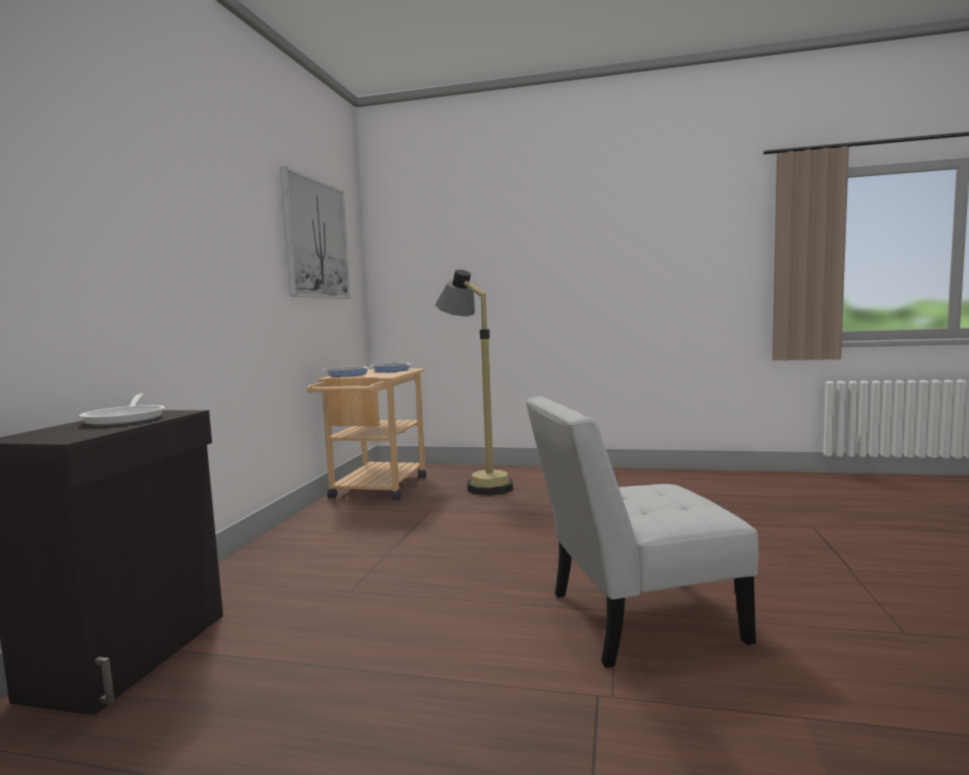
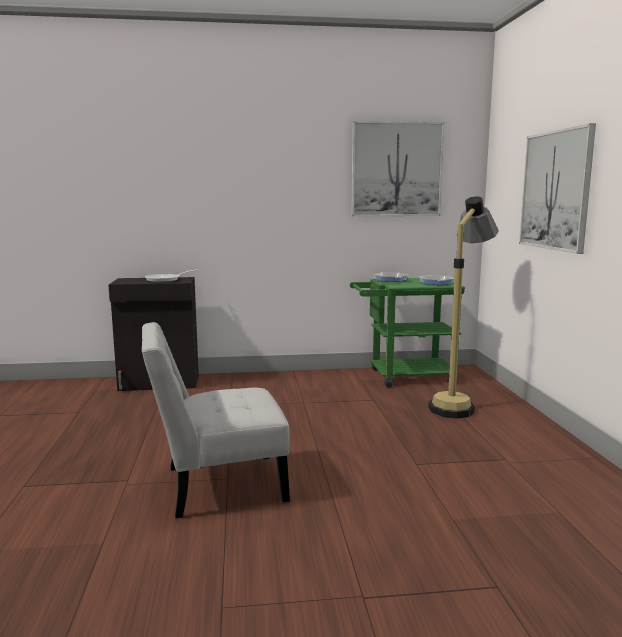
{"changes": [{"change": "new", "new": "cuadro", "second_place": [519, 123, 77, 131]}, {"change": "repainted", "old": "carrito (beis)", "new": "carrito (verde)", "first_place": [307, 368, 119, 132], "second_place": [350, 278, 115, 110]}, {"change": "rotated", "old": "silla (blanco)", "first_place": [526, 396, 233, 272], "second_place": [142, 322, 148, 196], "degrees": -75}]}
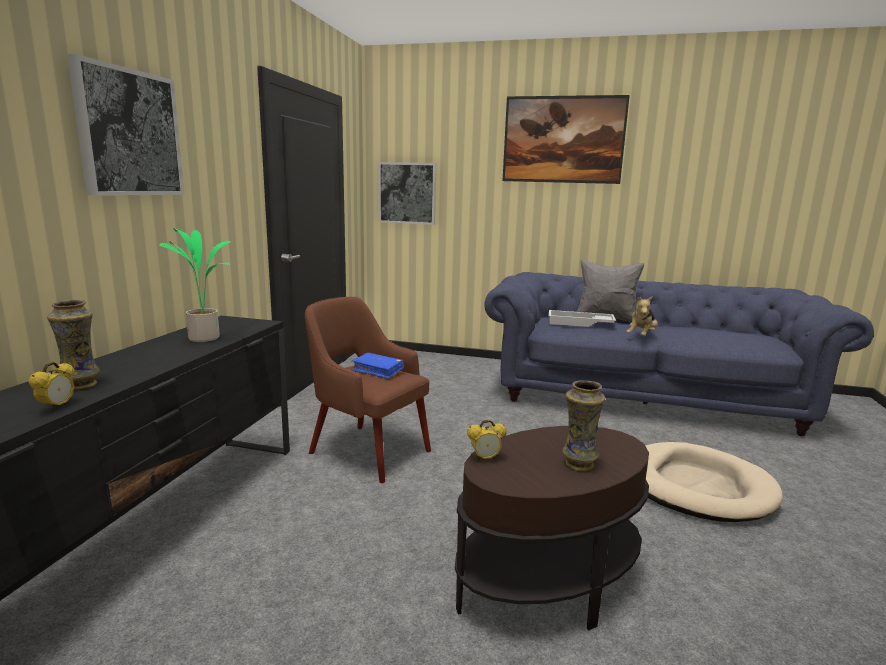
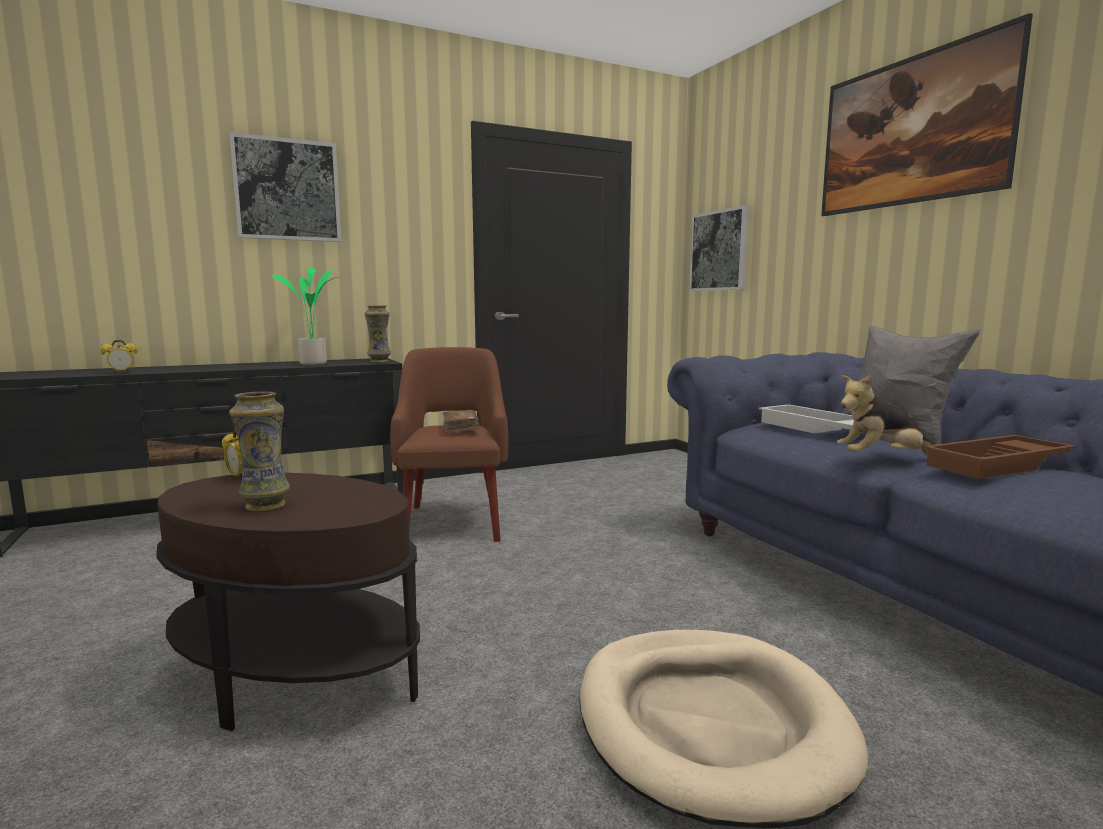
{"changes": [{"change": "new", "new": "bandeja (marrón)", "second_place": [924, 435, 152, 44]}, {"change": "shifted", "old": "florero", "first_place": [47, 300, 53, 90], "second_place": [364, 305, 27, 58]}, {"change": "repainted", "old": "libro (azul)", "new": "libro (marrón)", "first_place": [351, 353, 53, 26], "second_place": [442, 410, 38, 24]}]}
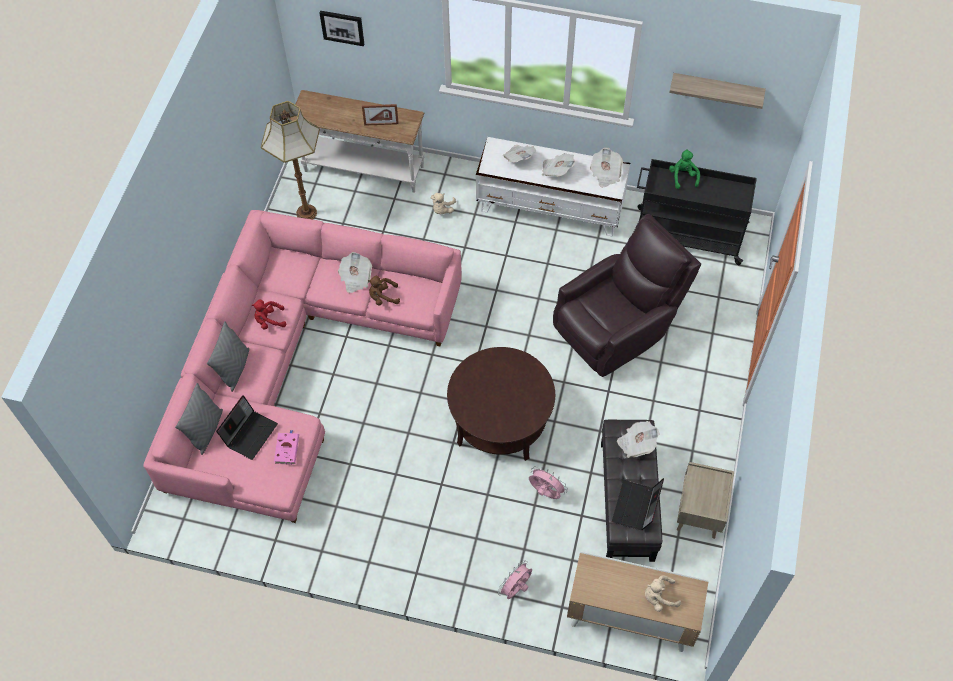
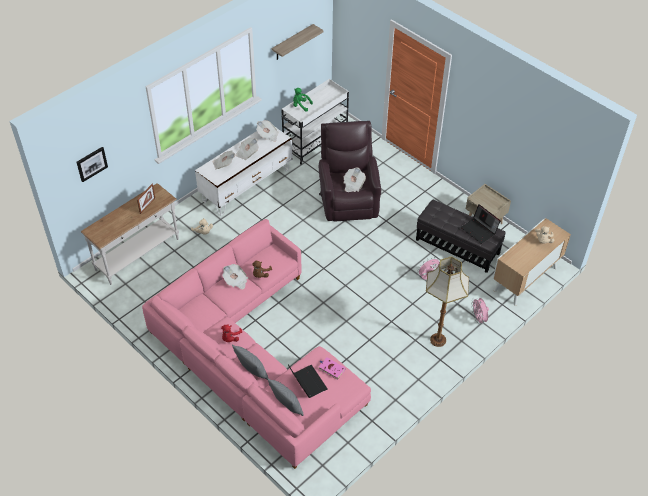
{"changes": [{"change": "gone", "old": "mesa de centro (marrón)", "first_place": [447, 347, 108, 114]}, {"change": "shifted", "old": "lámpara de pie", "first_place": [261, 101, 59, 118], "second_place": [426, 257, 43, 90]}, {"change": "shifted", "old": "periódico", "first_place": [617, 421, 43, 37], "second_place": [343, 167, 23, 25]}, {"change": "repainted", "old": "carrito (negro)", "new": "carrito (blanco)", "first_place": [637, 159, 120, 106], "second_place": [281, 79, 68, 86]}]}
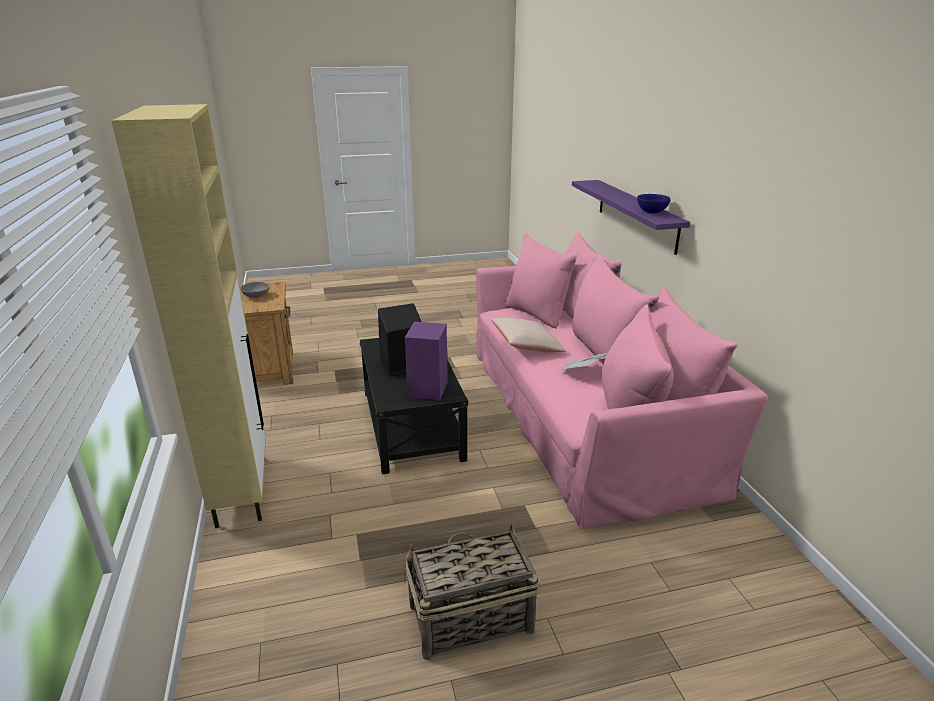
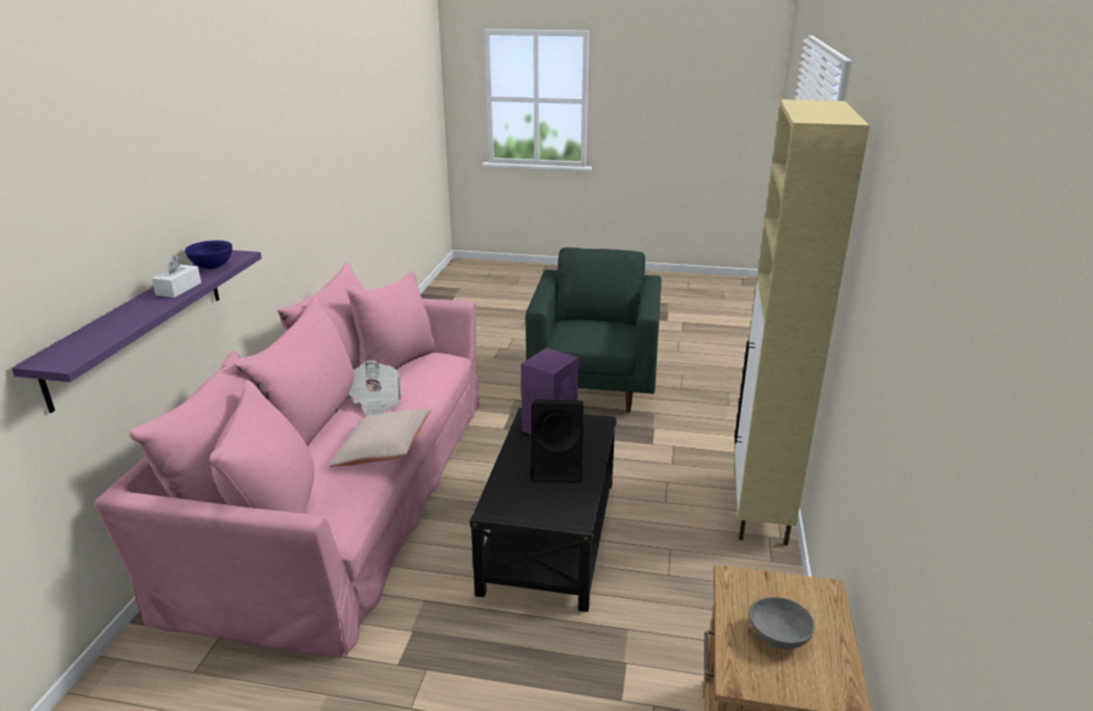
{"changes": [{"change": "new", "new": "caja de pañuelos (blanco)", "second_place": [152, 255, 49, 43]}, {"change": "swapped", "old": "cesta", "new": "sillón (verde)", "first_place": [404, 524, 136, 136], "second_place": [526, 247, 135, 166]}]}
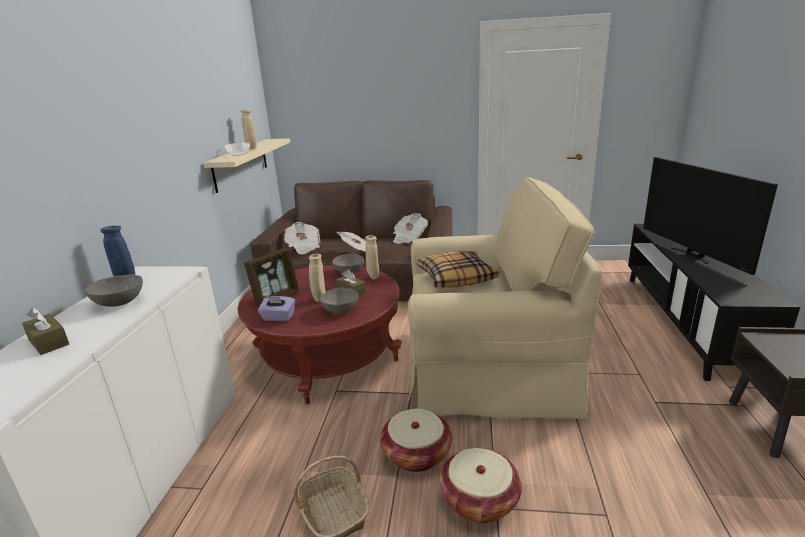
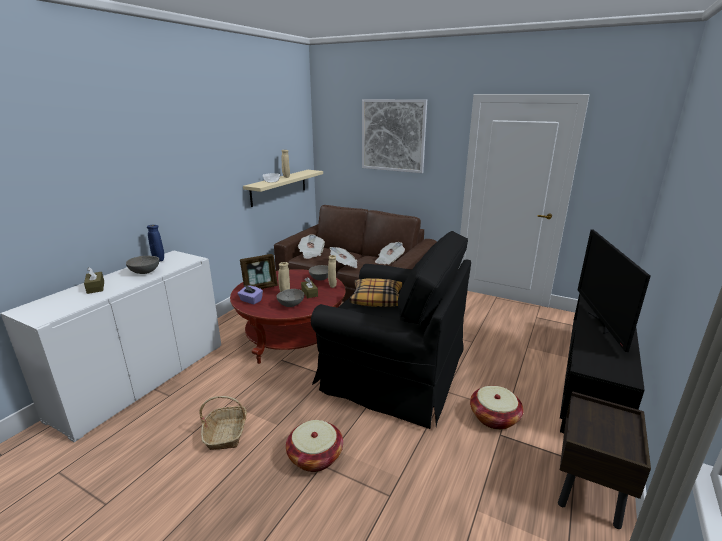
{"changes": [{"change": "new", "new": "cuadro", "second_place": [362, 99, 65, 74]}, {"change": "shifted", "old": "cesta", "first_place": [380, 409, 72, 63], "second_place": [470, 386, 54, 44]}, {"change": "repainted", "old": "sillón (beis)", "new": "sillón (negro)", "first_place": [405, 177, 197, 242], "second_place": [311, 231, 160, 198]}]}
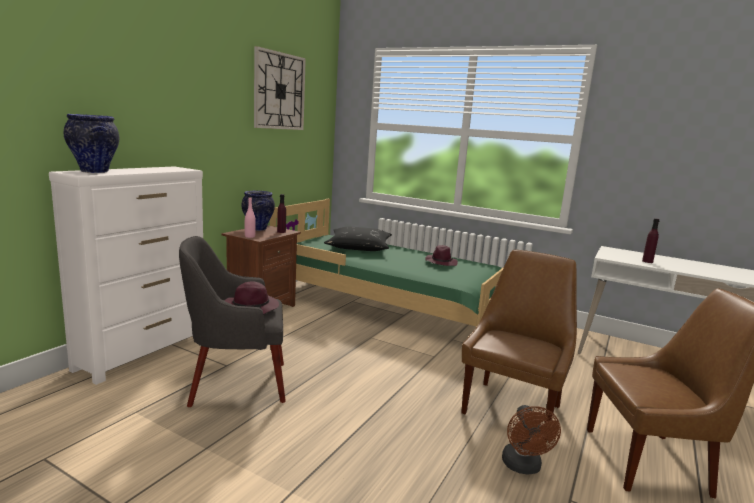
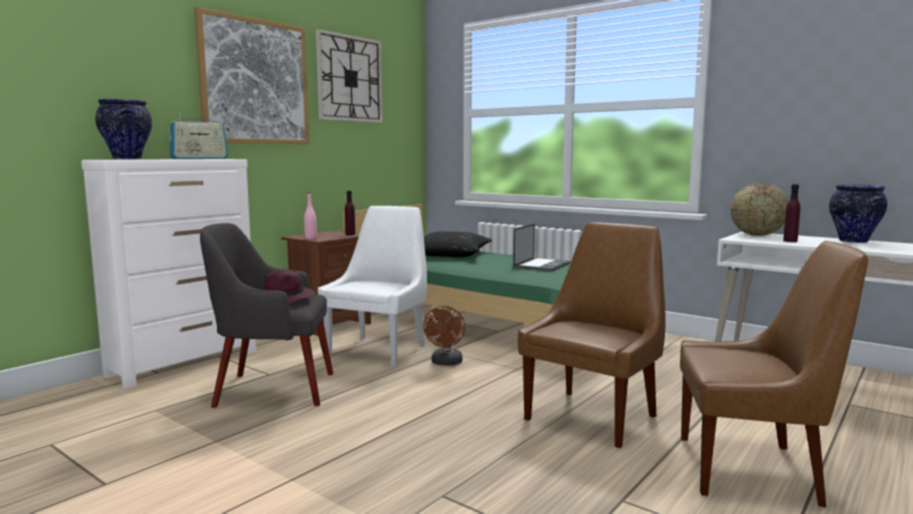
{"changes": [{"change": "new", "new": "radio", "second_place": [169, 113, 59, 46]}, {"change": "new", "new": "cuadro", "second_place": [194, 7, 115, 137]}, {"change": "new", "new": "silla (blanco)", "second_place": [318, 206, 109, 160]}, {"change": "new", "new": "globo terráqueo", "second_place": [730, 182, 59, 54]}, {"change": "shifted", "old": "florero", "first_place": [241, 191, 34, 40], "second_place": [829, 184, 58, 59]}, {"change": "shifted", "old": "ventilador (marrón)", "first_place": [502, 405, 59, 69], "second_place": [423, 306, 42, 60]}, {"change": "swapped", "old": "sombrero (morado)", "new": "portátil", "first_place": [425, 245, 33, 21], "second_place": [513, 224, 57, 48]}]}
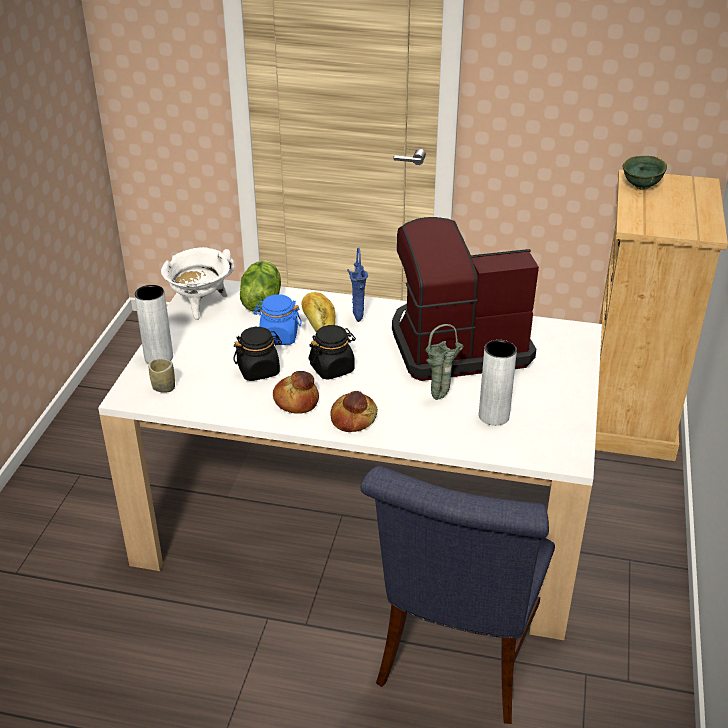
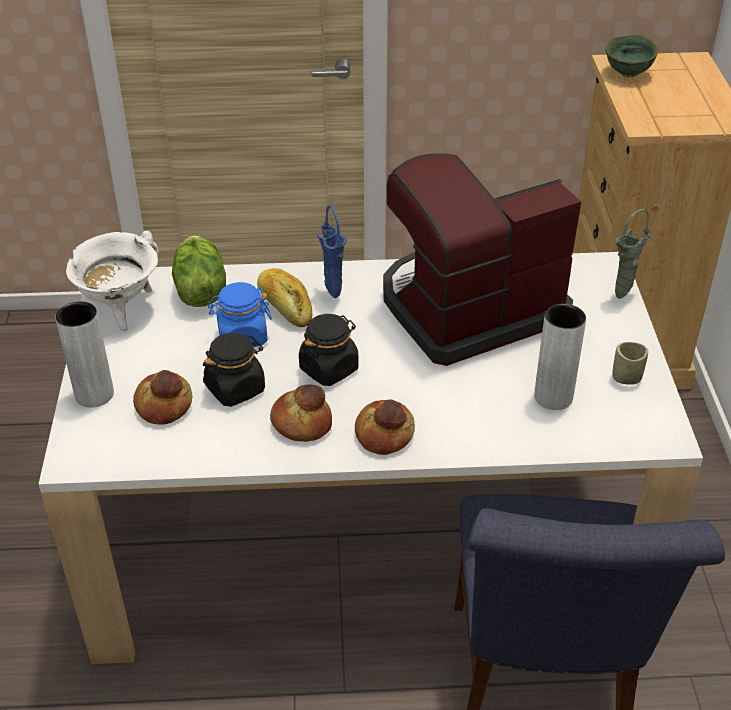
{"changes": [{"change": "new", "new": "pan", "second_place": [133, 370, 59, 55]}, {"change": "shifted", "old": "taza", "first_place": [149, 359, 26, 34], "second_place": [612, 342, 36, 43]}, {"change": "shifted", "old": "florero (verde)", "first_place": [425, 324, 39, 76], "second_place": [615, 209, 37, 90]}]}
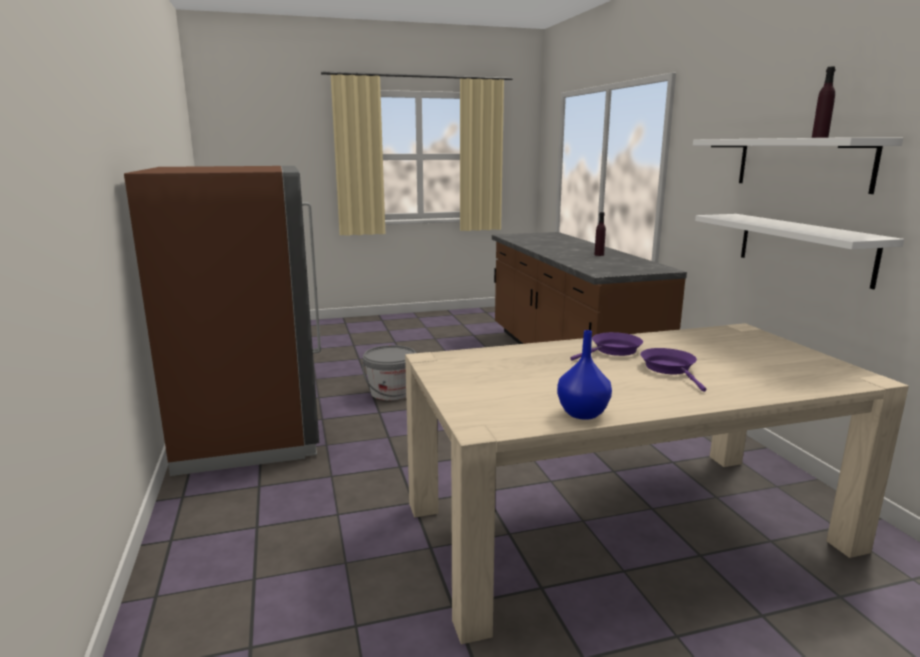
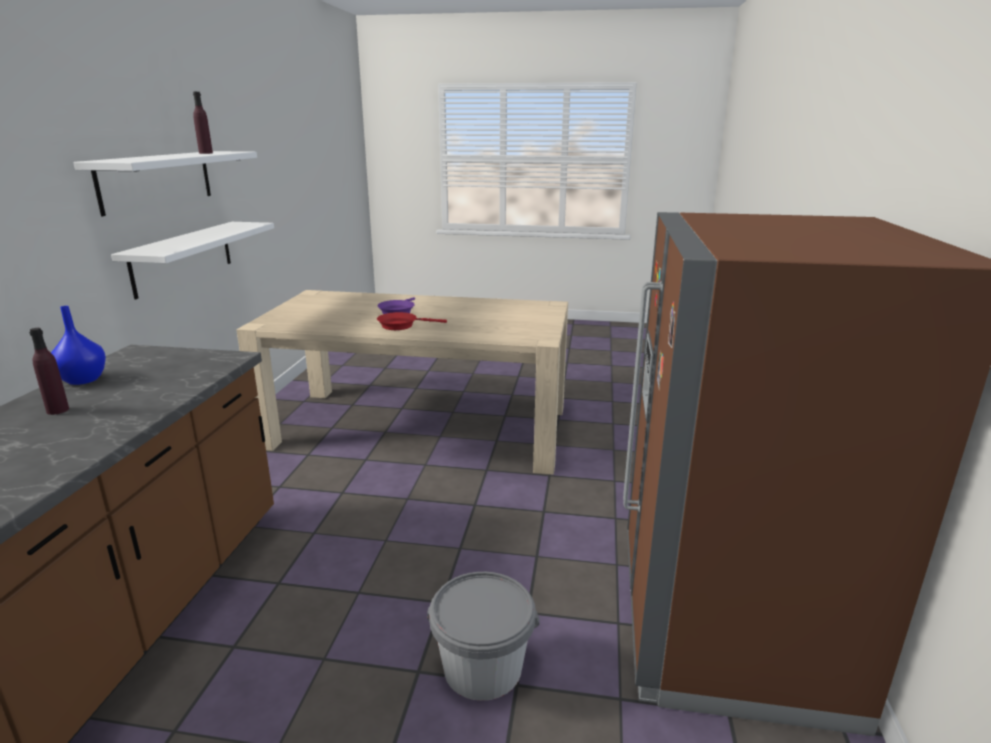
{"changes": [{"change": "shifted", "old": "florero (azul)", "first_place": [557, 330, 55, 90], "second_place": [51, 306, 55, 79]}, {"change": "repainted", "old": "sartén (morado)", "new": "sartén (rojo)", "first_place": [571, 332, 72, 29], "second_place": [377, 312, 70, 18]}]}
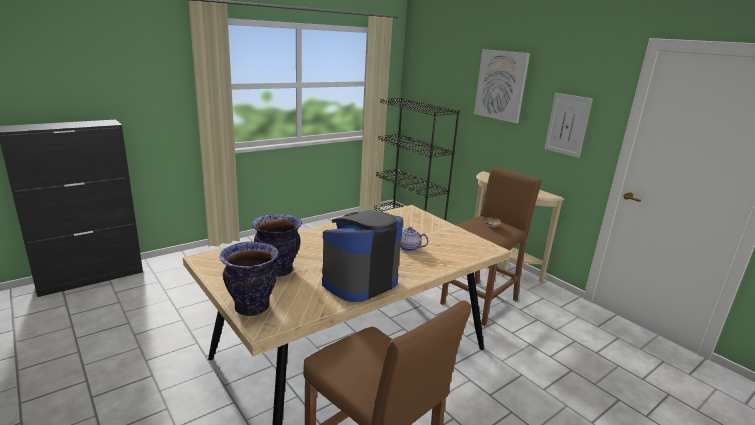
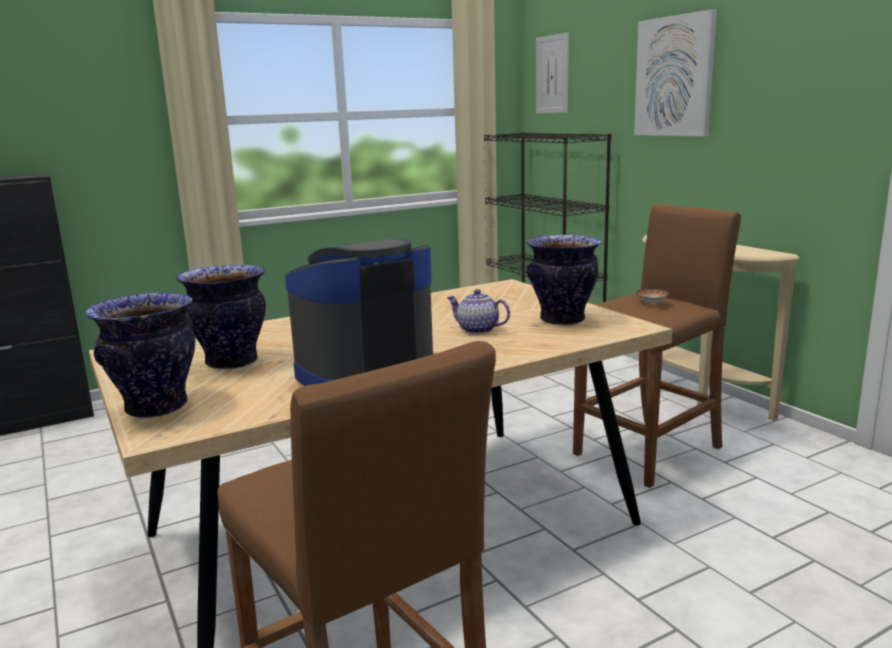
{"changes": [{"change": "new", "new": "florero", "second_place": [527, 235, 75, 91]}, {"change": "shifted", "old": "cuadro", "first_place": [544, 93, 49, 65], "second_place": [536, 33, 33, 80]}]}
